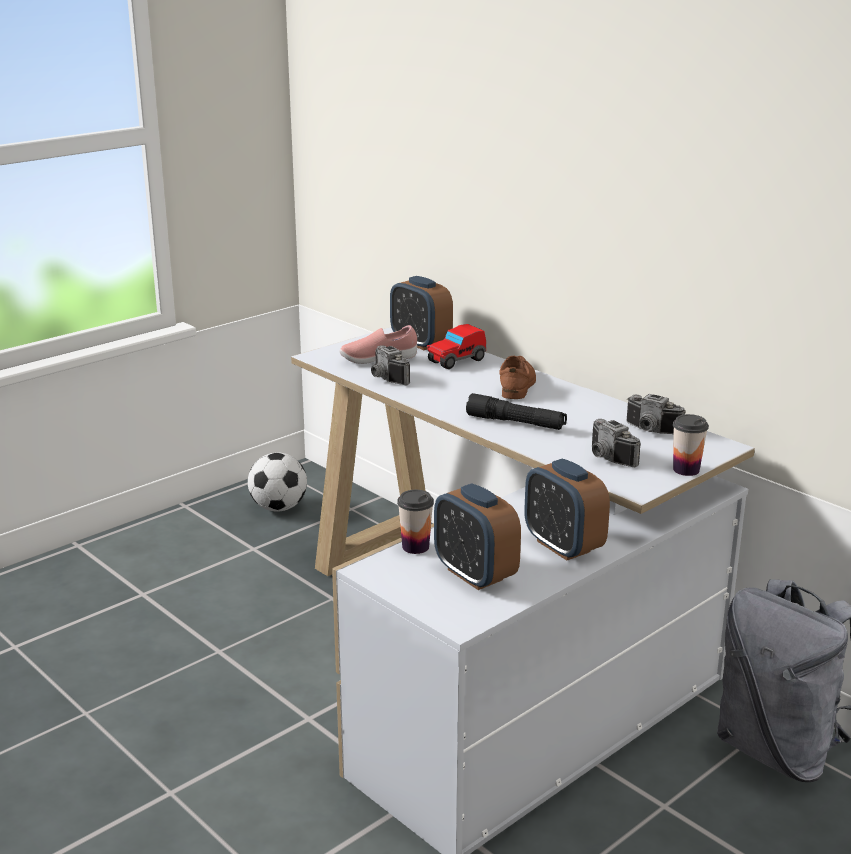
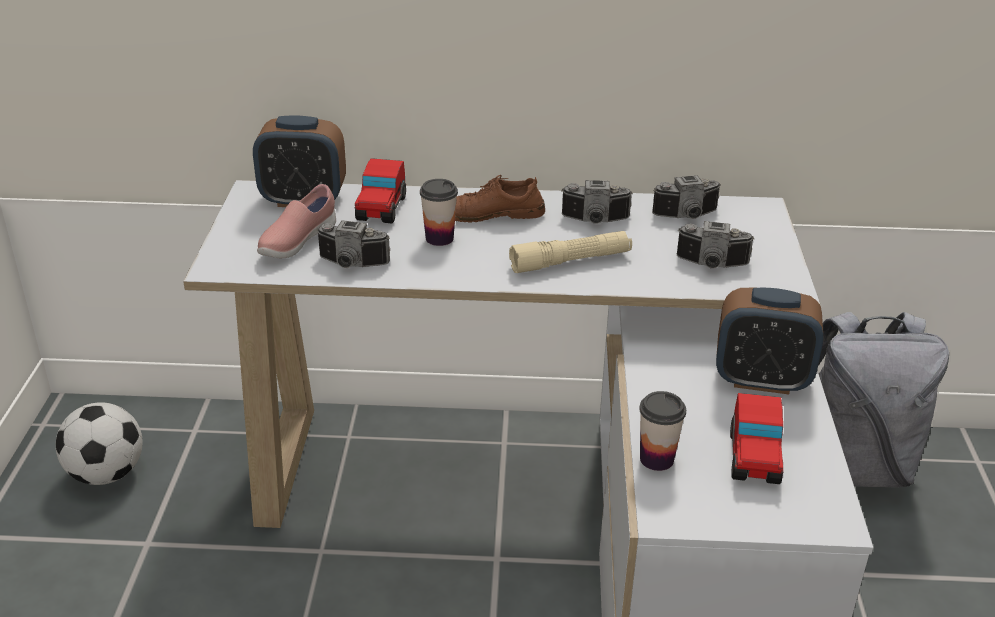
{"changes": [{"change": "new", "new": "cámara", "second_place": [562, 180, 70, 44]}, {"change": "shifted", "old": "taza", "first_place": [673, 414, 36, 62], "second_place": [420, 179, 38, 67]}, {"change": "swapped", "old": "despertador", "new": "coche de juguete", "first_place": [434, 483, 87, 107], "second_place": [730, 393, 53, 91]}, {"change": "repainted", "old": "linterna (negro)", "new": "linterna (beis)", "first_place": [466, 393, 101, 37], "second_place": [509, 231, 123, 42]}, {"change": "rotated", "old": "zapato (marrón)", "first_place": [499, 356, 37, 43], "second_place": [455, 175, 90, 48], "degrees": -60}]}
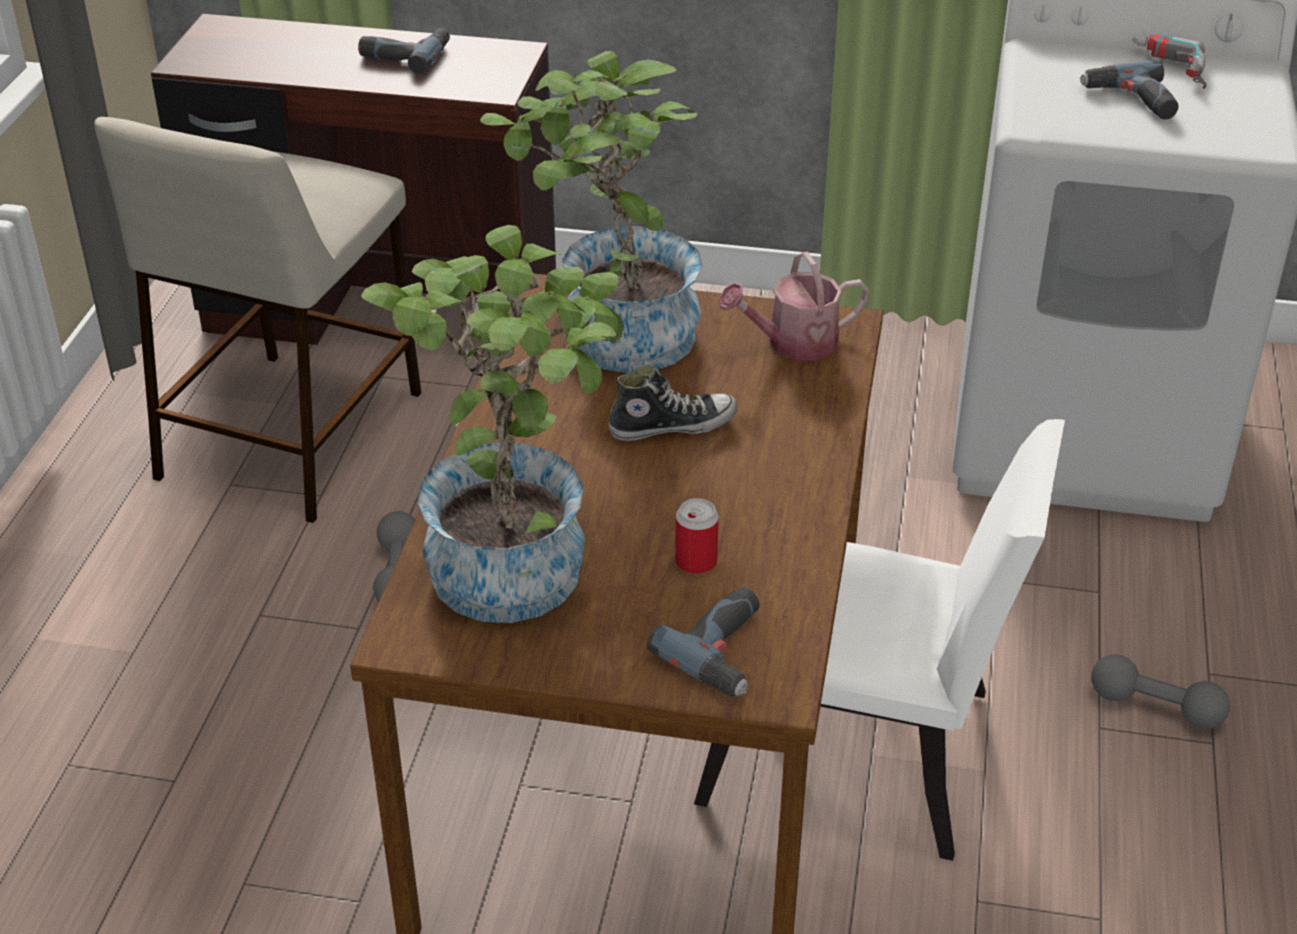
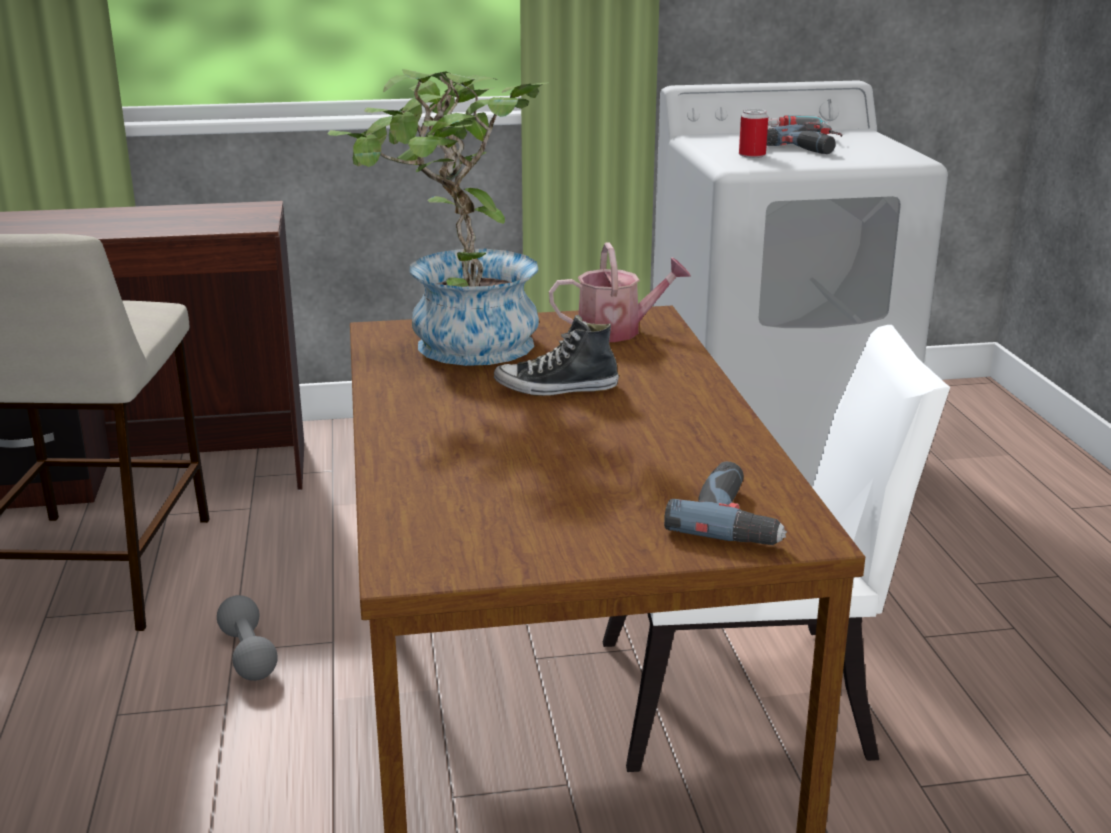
{"changes": [{"change": "gone", "old": "taladro", "first_place": [358, 28, 92, 45]}, {"change": "gone", "old": "planta en maceta", "first_place": [361, 225, 263, 398]}, {"change": "gone", "old": "mancuerna (gris)", "first_place": [1091, 654, 139, 75]}, {"change": "shifted", "old": "lata", "first_place": [675, 498, 44, 76], "second_place": [739, 109, 29, 49]}, {"change": "rotated", "old": "zapato", "first_place": [608, 365, 129, 76], "second_place": [494, 315, 125, 81], "degrees": -150}, {"change": "rotated", "old": "regadera", "first_place": [718, 252, 151, 109], "second_place": [549, 242, 142, 100], "degrees": -150}]}
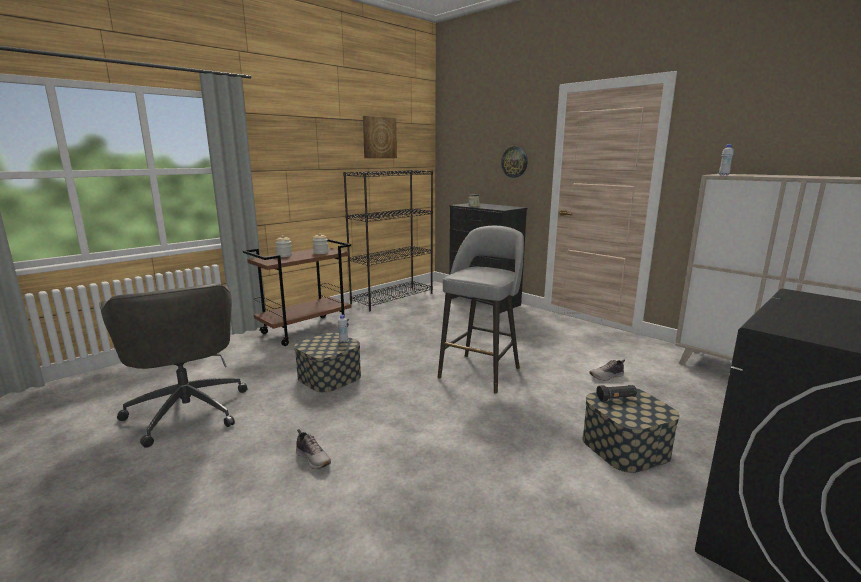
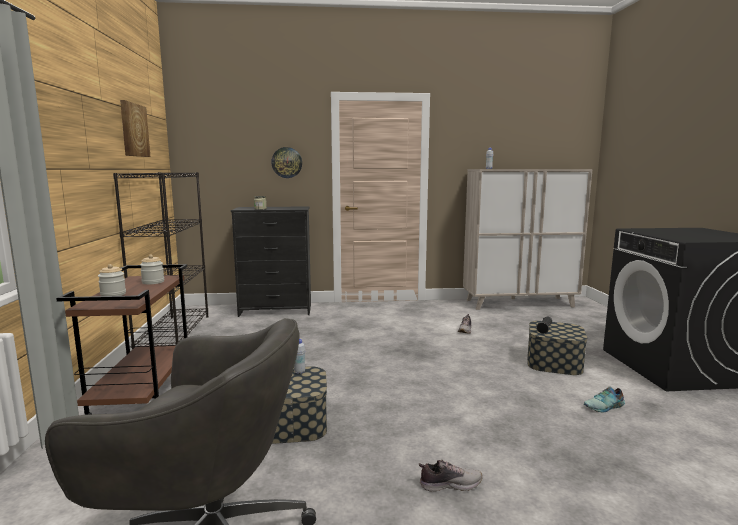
{"changes": [{"change": "gone", "old": "taburete (gris)", "first_place": [438, 226, 86, 168]}, {"change": "new", "new": "zapato", "second_place": [584, 386, 41, 26]}]}
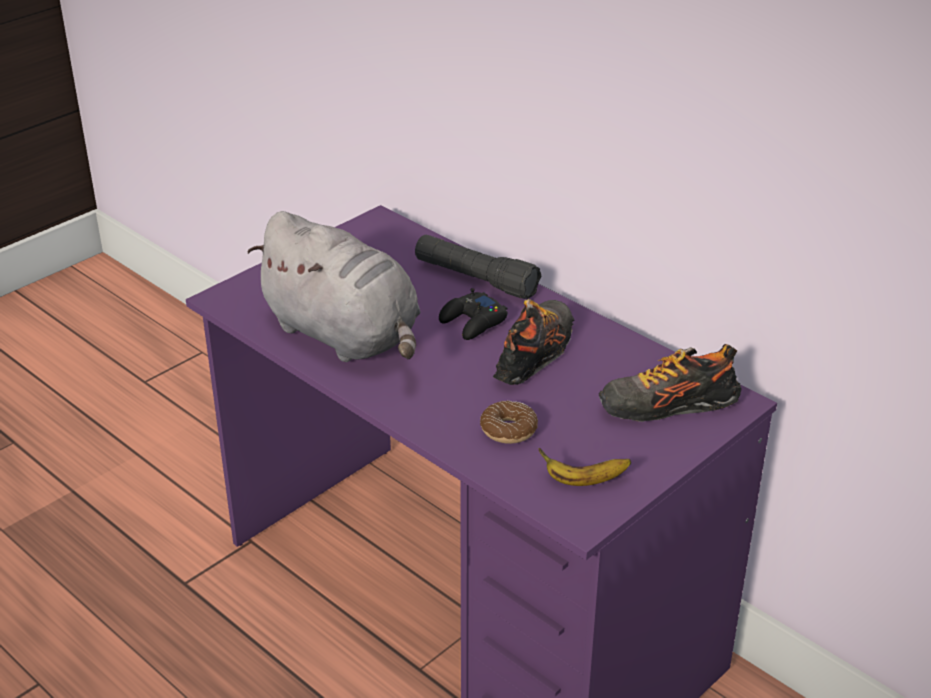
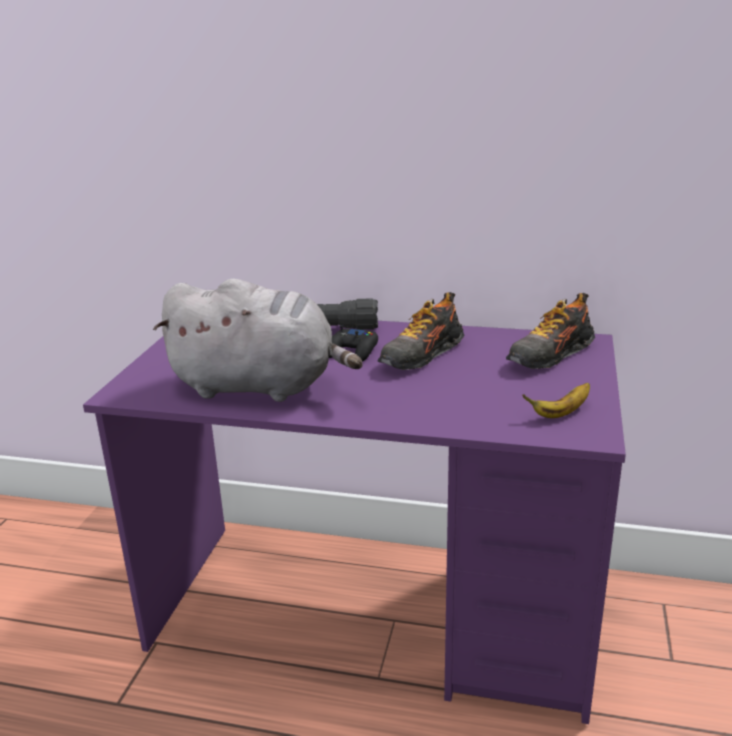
{"changes": [{"change": "gone", "old": "rosquilla", "first_place": [480, 401, 58, 43]}, {"change": "rotated", "old": "zapato", "first_place": [493, 299, 81, 86], "second_place": [378, 292, 86, 78], "degrees": -135}]}
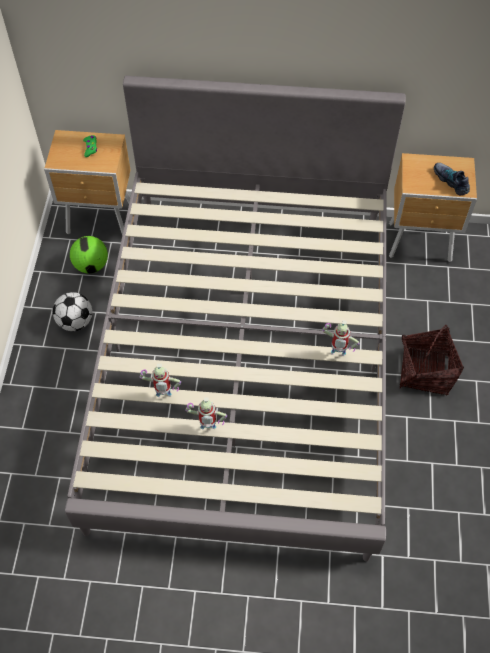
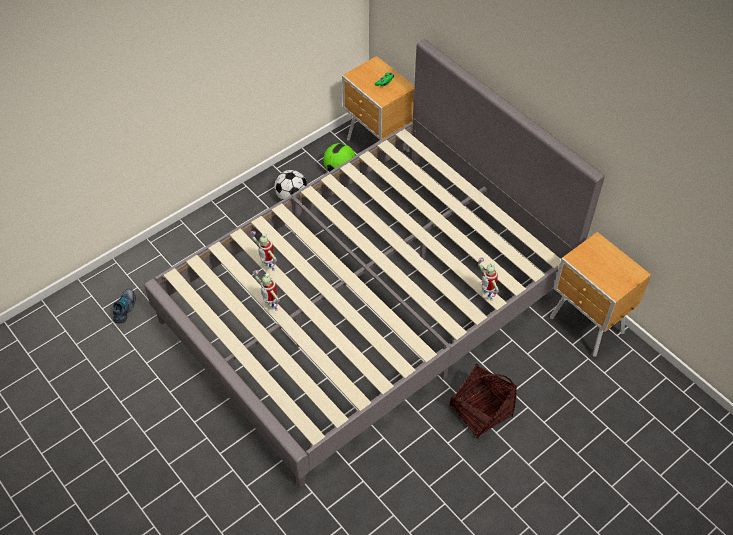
{"changes": [{"change": "shifted", "old": "robot de juguete", "first_place": [322, 320, 38, 36], "second_place": [478, 257, 21, 44]}, {"change": "shifted", "old": "zapato", "first_place": [434, 163, 36, 33], "second_place": [113, 289, 23, 34]}]}
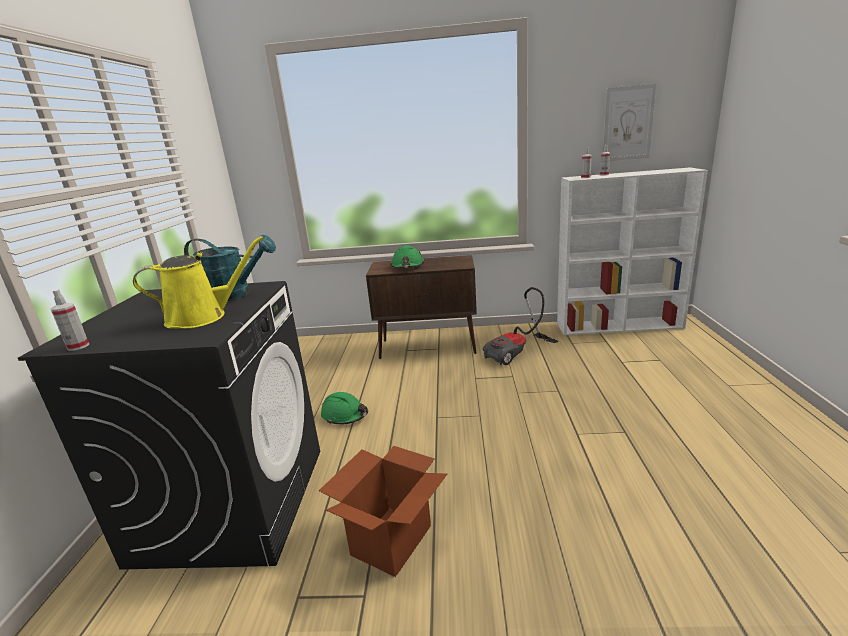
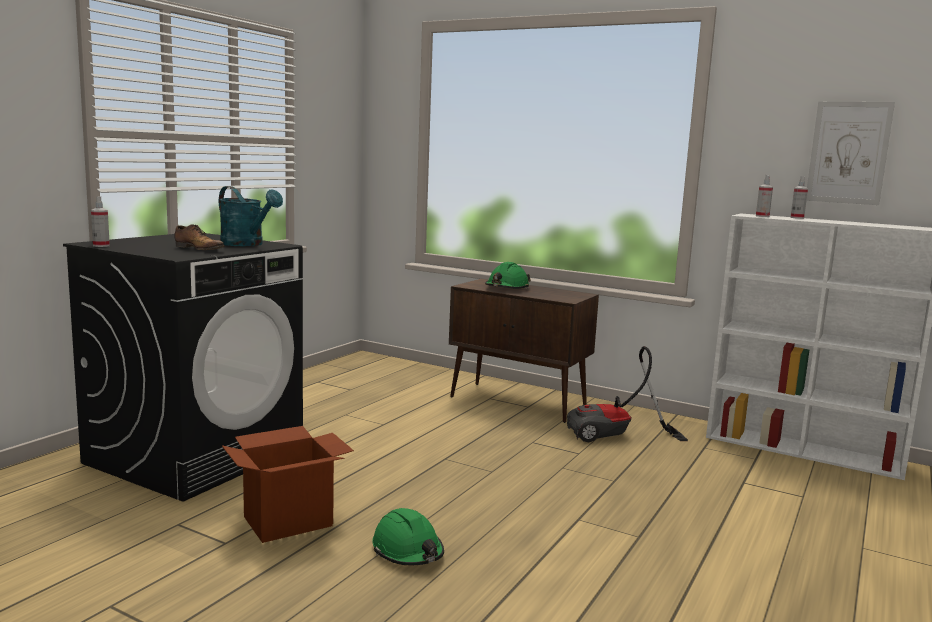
{"changes": [{"change": "shifted", "old": "casco (verde)", "first_place": [321, 392, 47, 33], "second_place": [372, 508, 72, 57]}, {"change": "swapped", "old": "regadera (amarillo)", "new": "zapato", "first_place": [133, 236, 130, 93], "second_place": [174, 224, 50, 26]}]}
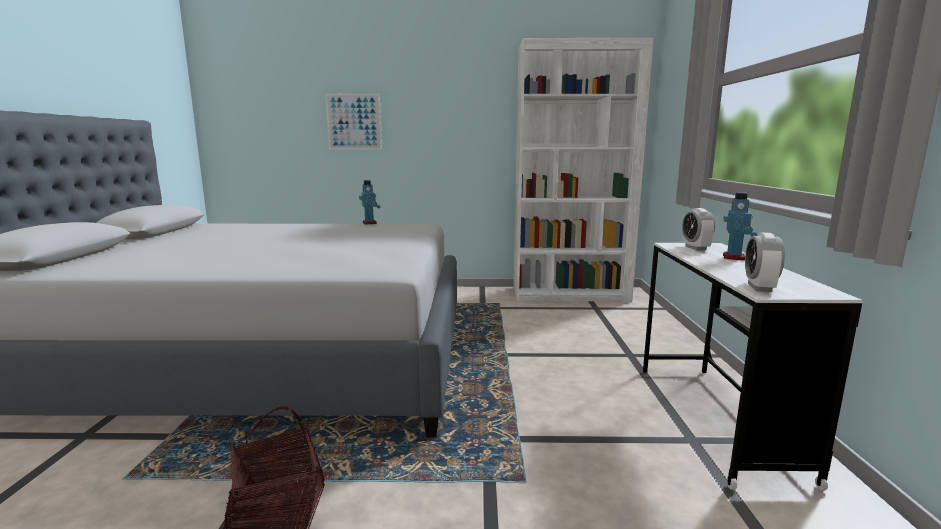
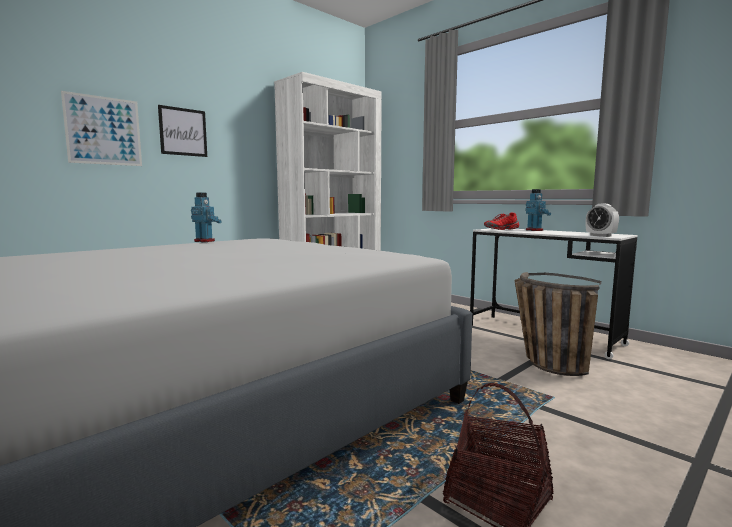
{"changes": [{"change": "new", "new": "cuadro", "second_place": [158, 105, 49, 52]}, {"change": "new", "new": "cesta", "second_place": [515, 272, 86, 104]}, {"change": "swapped", "old": "despertador", "new": "zapato (rojo)", "first_place": [682, 208, 33, 42], "second_place": [484, 212, 35, 18]}]}
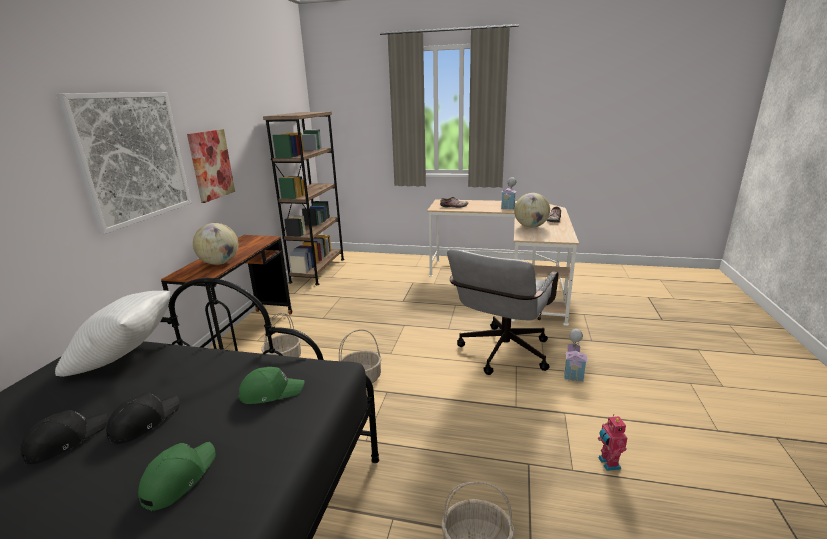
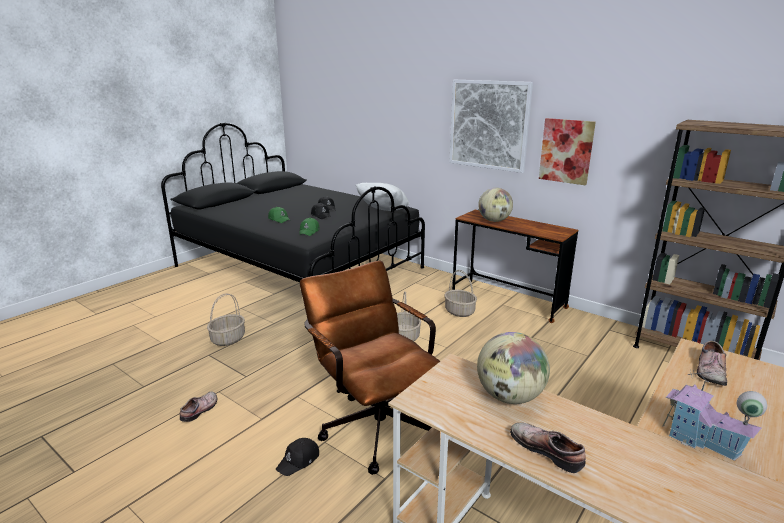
{"changes": [{"change": "swapped", "old": "casita", "new": "gorra (negro)", "first_place": [564, 329, 24, 55], "second_place": [276, 438, 43, 38]}, {"change": "swapped", "old": "robot de juguete", "new": "zapato", "first_place": [598, 414, 29, 57], "second_place": [179, 391, 38, 31]}, {"change": "repainted", "old": "silla de oficina (gris)", "new": "silla de oficina (marrón)", "first_place": [447, 249, 111, 126], "second_place": [300, 261, 140, 214]}]}
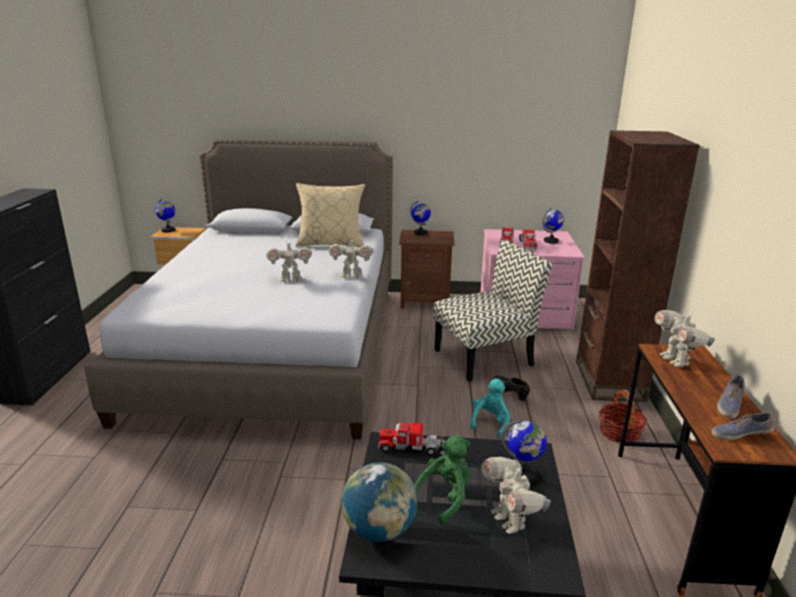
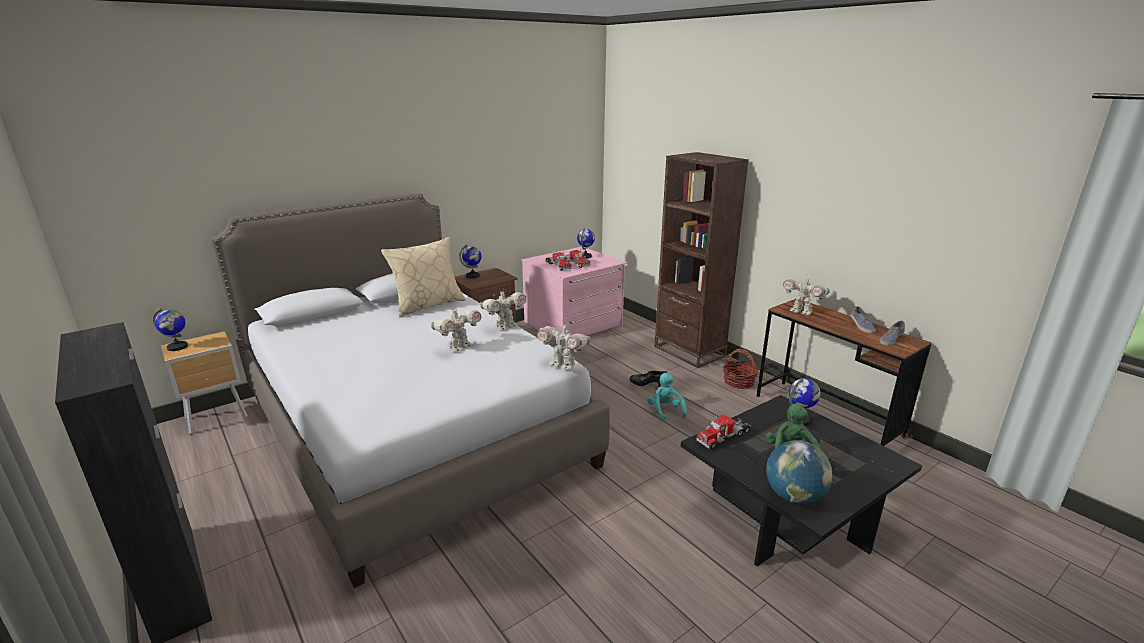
{"changes": [{"change": "gone", "old": "silla", "first_place": [434, 240, 118, 141]}, {"change": "shifted", "old": "robot de juguete", "first_place": [482, 457, 69, 77], "second_place": [537, 321, 53, 49]}]}
